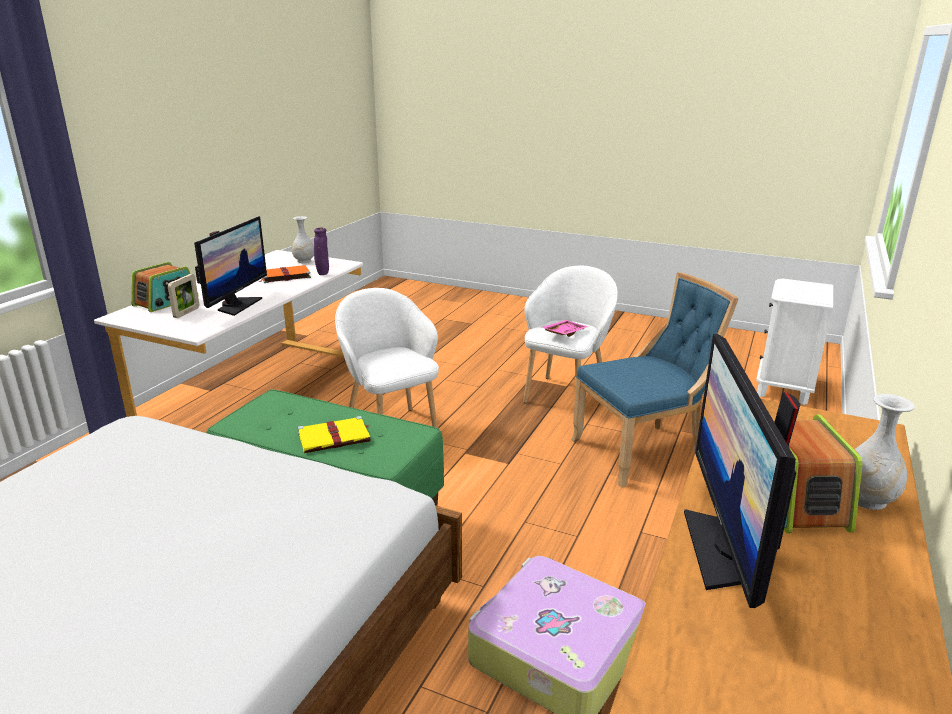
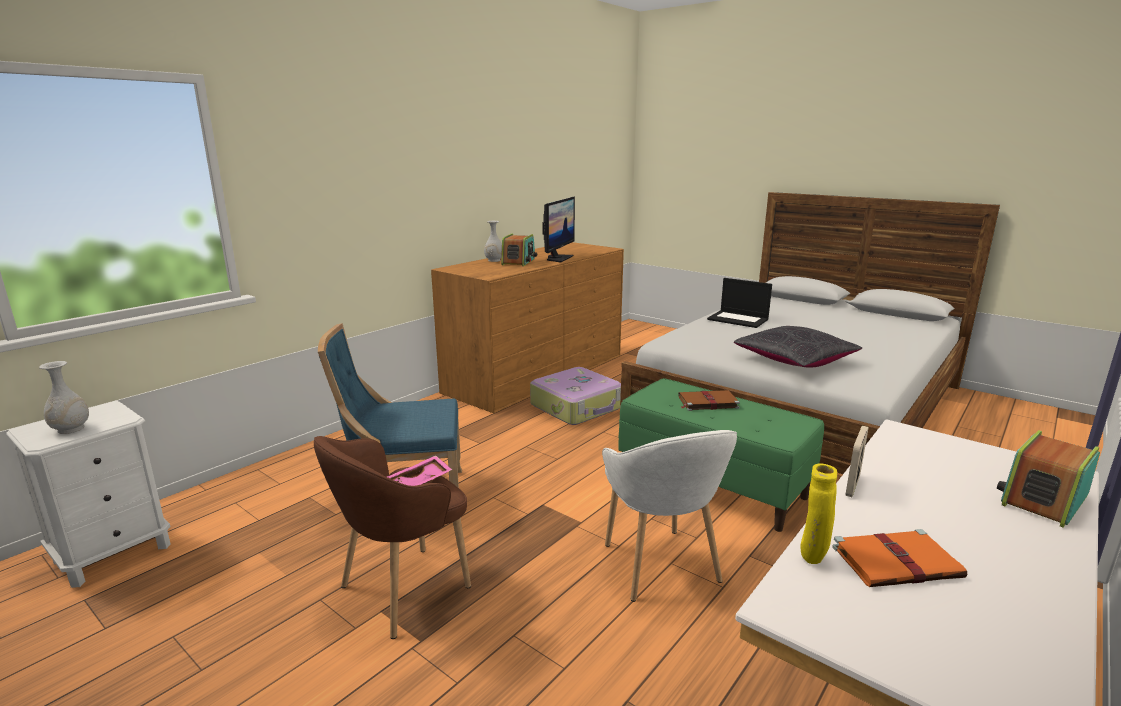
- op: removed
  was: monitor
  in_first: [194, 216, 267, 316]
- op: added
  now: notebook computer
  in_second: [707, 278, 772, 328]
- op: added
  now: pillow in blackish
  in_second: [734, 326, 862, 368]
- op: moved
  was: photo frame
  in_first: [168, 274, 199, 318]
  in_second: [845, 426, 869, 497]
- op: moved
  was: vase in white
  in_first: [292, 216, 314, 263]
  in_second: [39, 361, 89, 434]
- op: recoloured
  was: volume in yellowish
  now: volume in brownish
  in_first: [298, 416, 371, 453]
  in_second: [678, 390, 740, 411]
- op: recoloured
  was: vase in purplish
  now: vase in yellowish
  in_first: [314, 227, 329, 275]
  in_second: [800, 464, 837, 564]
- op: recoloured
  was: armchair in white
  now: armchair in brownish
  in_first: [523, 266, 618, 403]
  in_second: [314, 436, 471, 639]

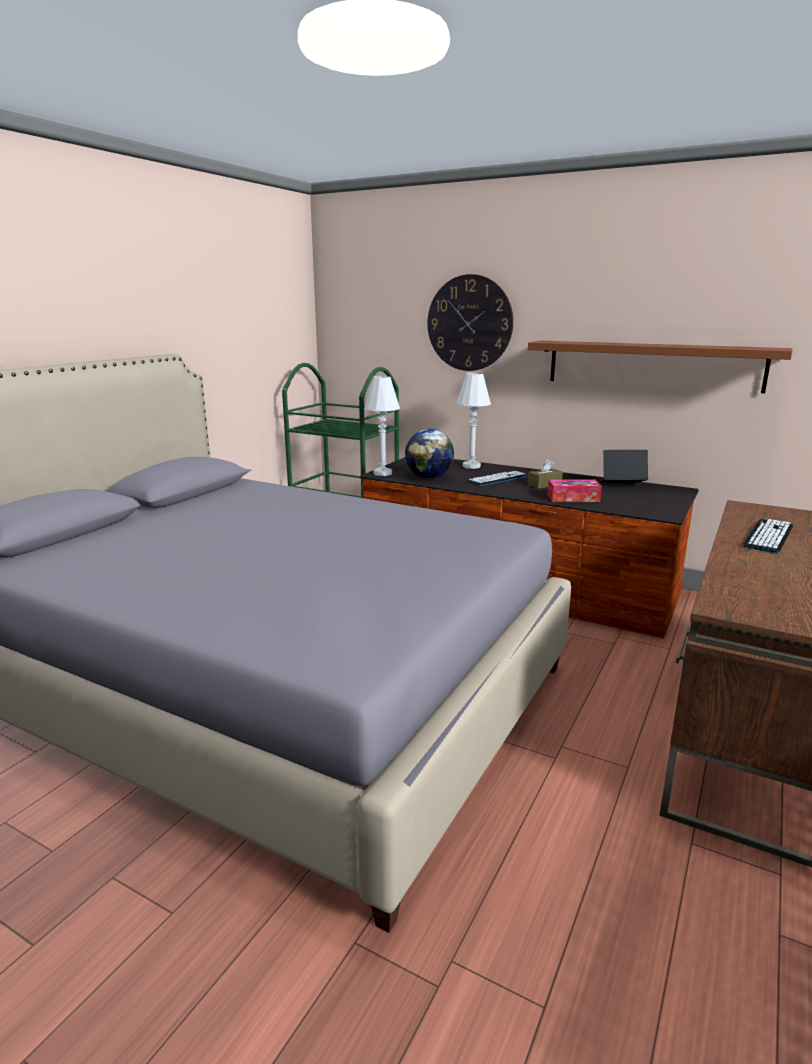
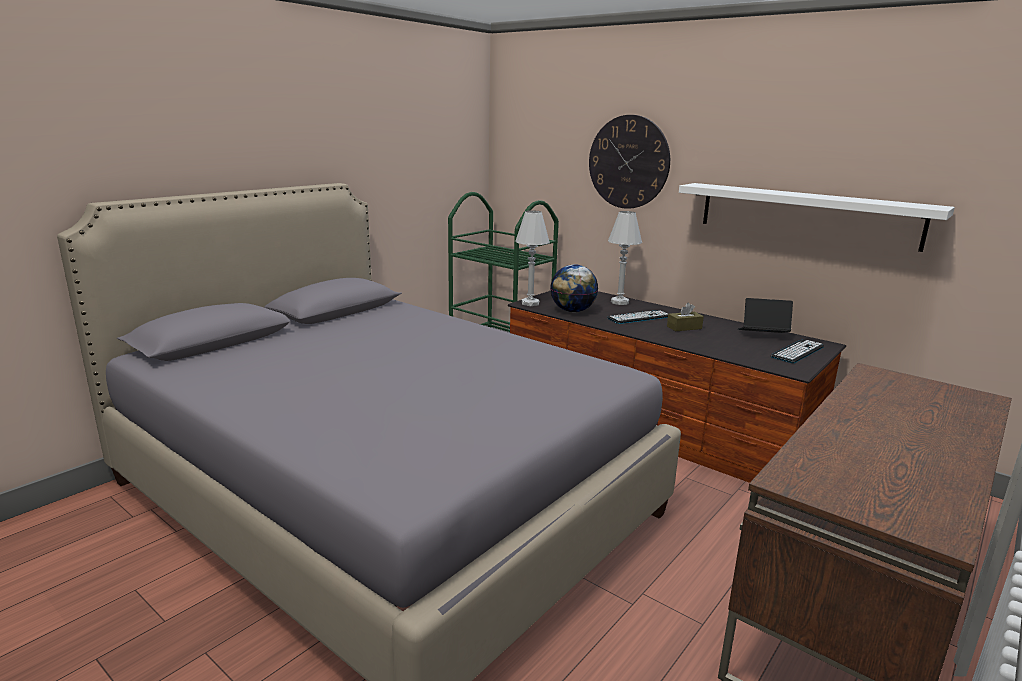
- op: removed
  was: tissue holder
  in_first: [548, 479, 602, 502]
- op: moved
  was: keyboard
  in_first: [743, 519, 793, 553]
  in_second: [770, 340, 824, 363]
- op: recoloured
  was: shelf in brownish
  now: shelf in white
  in_first: [528, 341, 792, 393]
  in_second: [679, 183, 955, 252]

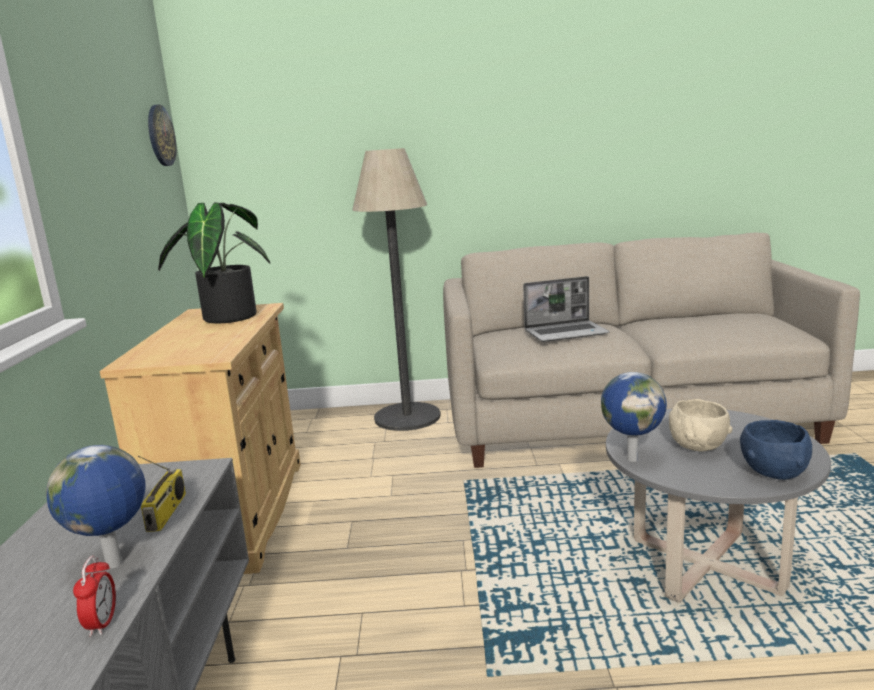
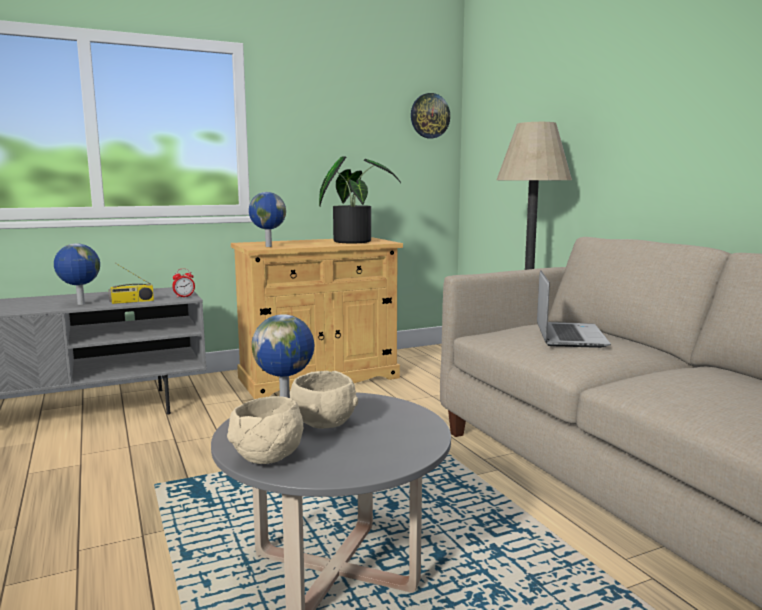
- op: added
  now: globe
  in_second: [249, 192, 286, 247]
- op: moved
  was: alarm clock
  in_first: [73, 556, 116, 637]
  in_second: [172, 269, 195, 298]
- op: recoloured
  was: serving bowl in bluish
  now: serving bowl in sand-coloured
  in_first: [740, 420, 812, 480]
  in_second: [227, 396, 303, 464]
- op: turned
  was: notebook computer
  in_first: [523, 276, 609, 342]
  in_second: [537, 270, 611, 348]
  clockwise: -135

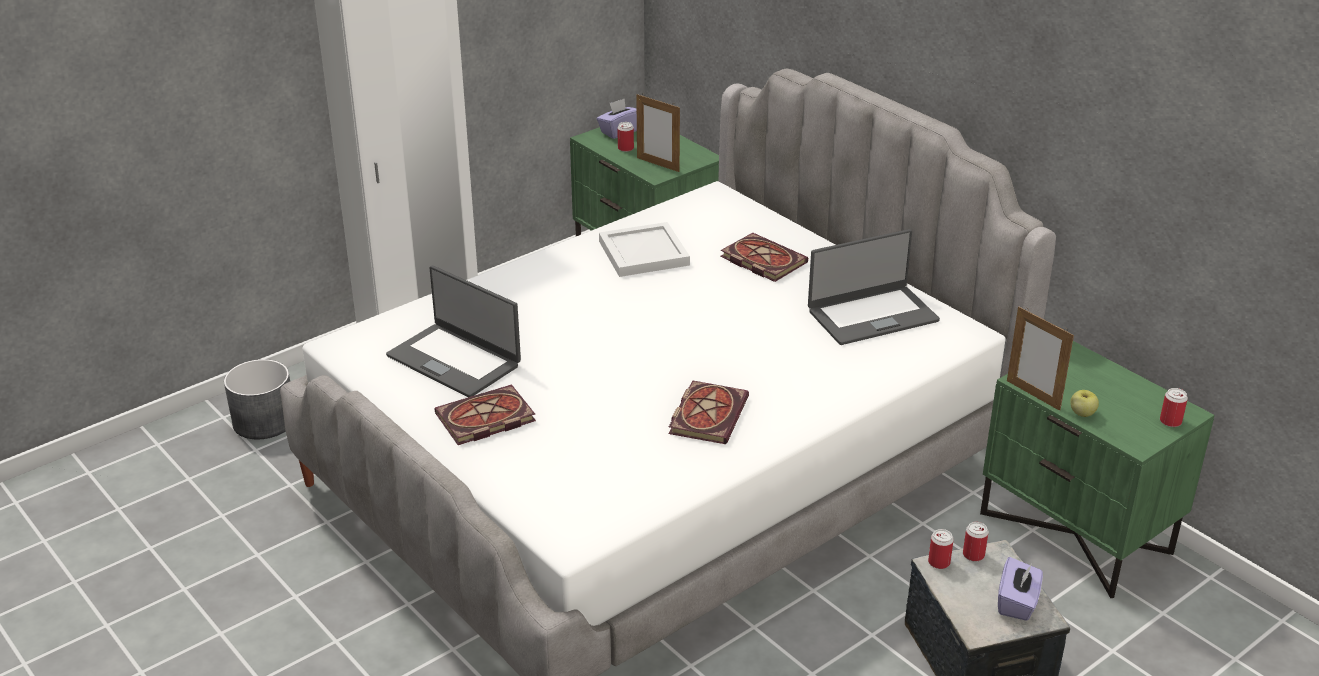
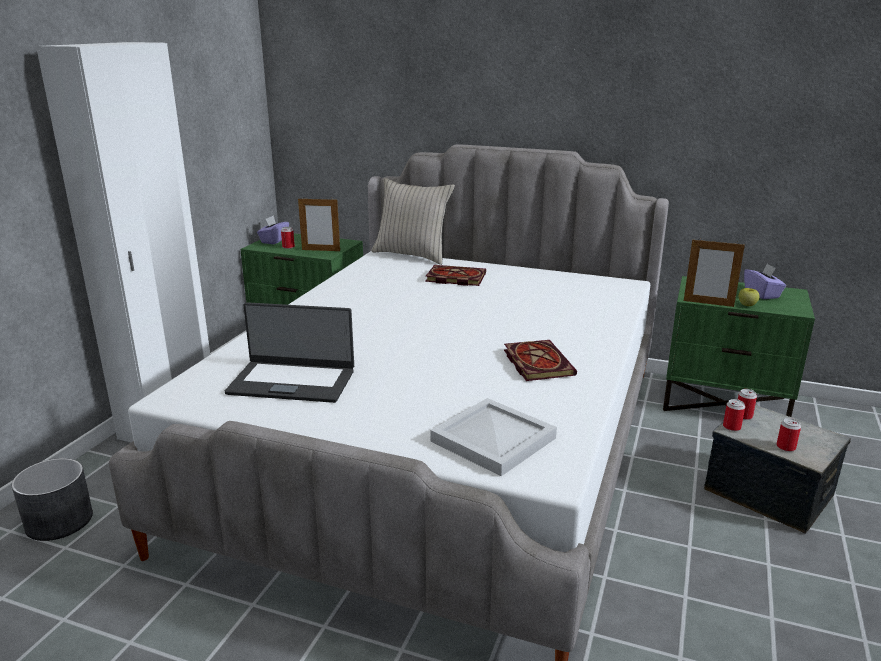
- op: removed
  was: volume
  in_first: [435, 384, 536, 445]
- op: removed
  was: notebook computer
  in_first: [808, 229, 940, 345]
- op: added
  now: pillow in sand-coloured
  in_second: [371, 178, 455, 265]
- op: moved
  was: tray in white
  in_first: [599, 222, 690, 277]
  in_second: [430, 398, 557, 476]
- op: moved
  was: tissue holder in purplish
  in_first: [998, 557, 1043, 621]
  in_second: [744, 263, 786, 299]
- op: moved
  was: metal can
  in_first: [1160, 388, 1188, 427]
  in_second: [776, 418, 801, 452]

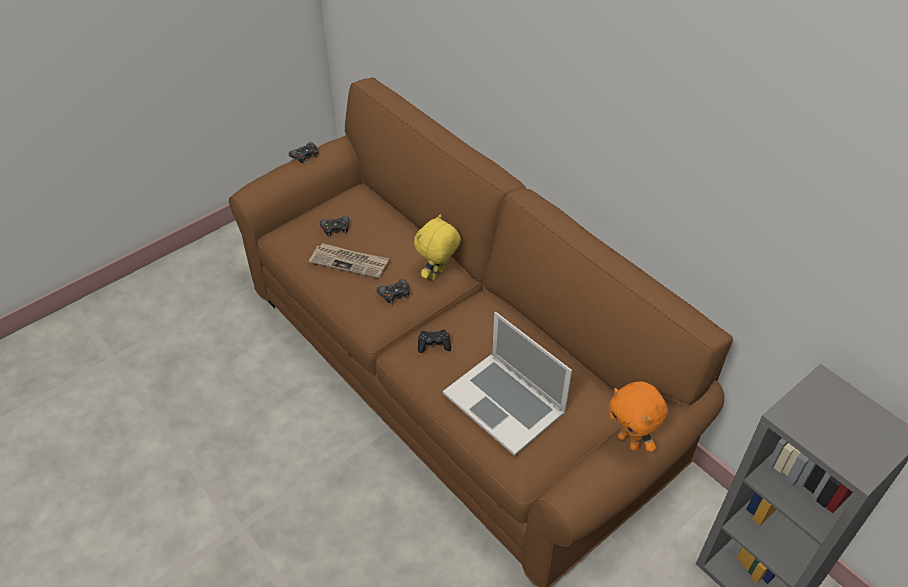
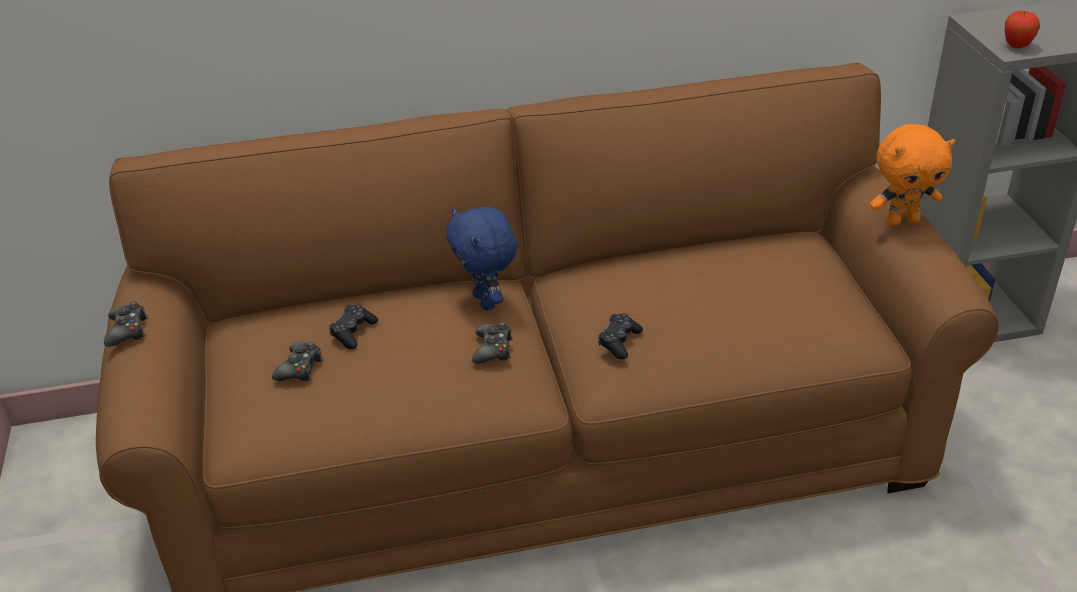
- op: removed
  was: newspaper
  in_first: [309, 243, 389, 279]
- op: removed
  was: notebook computer
  in_first: [443, 312, 572, 456]
- op: added
  now: joypad in blackish
  in_second: [329, 305, 378, 349]
- op: added
  now: apple fruit
  in_second: [1005, 11, 1040, 48]
- op: recoloured
  was: soft toy in yellowish
  now: soft toy in bluish
  in_first: [414, 214, 461, 280]
  in_second: [446, 207, 517, 310]

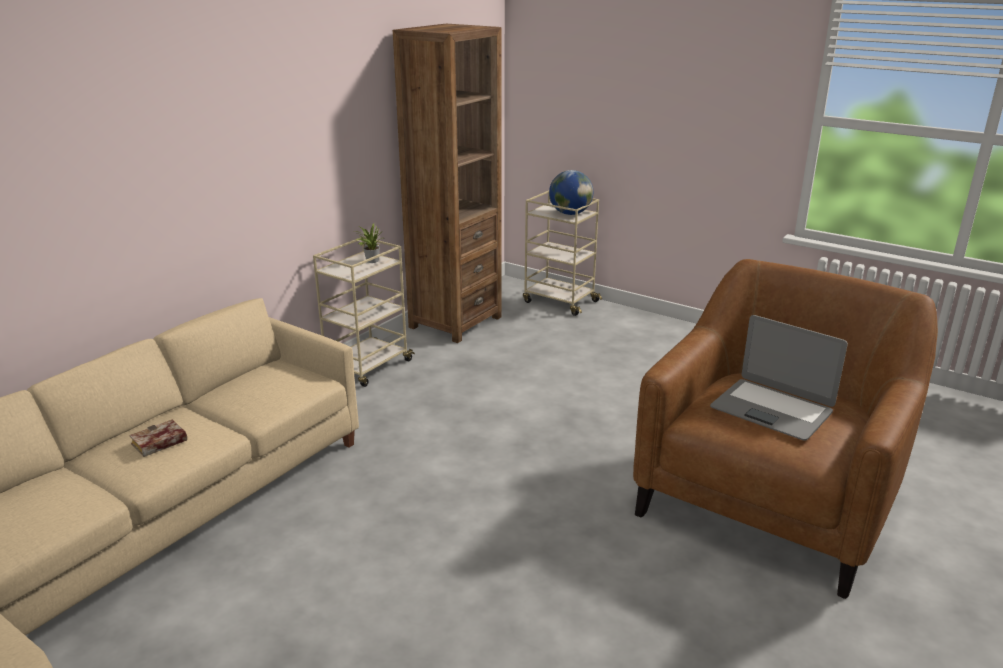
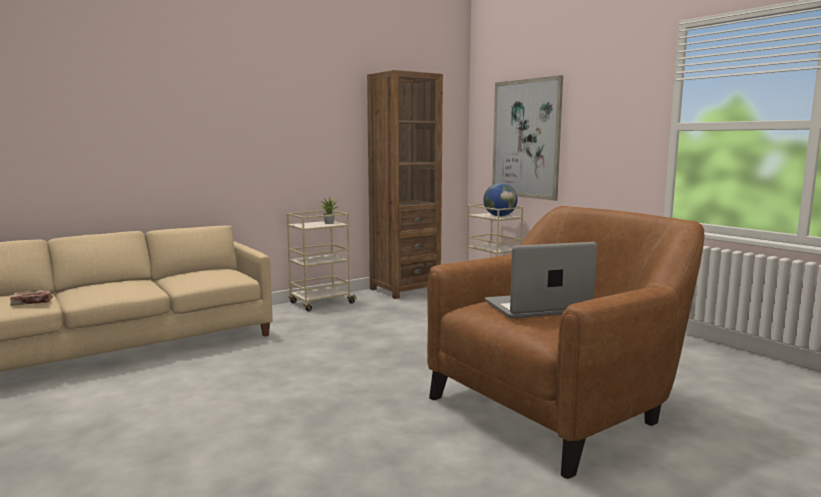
- op: added
  now: picture
  in_second: [492, 75, 563, 201]
- op: moved
  was: volume
  in_first: [129, 420, 187, 457]
  in_second: [10, 289, 53, 306]
- op: turned
  was: notebook computer
  in_first: [710, 315, 848, 441]
  in_second: [485, 242, 597, 318]
  clockwise: 105

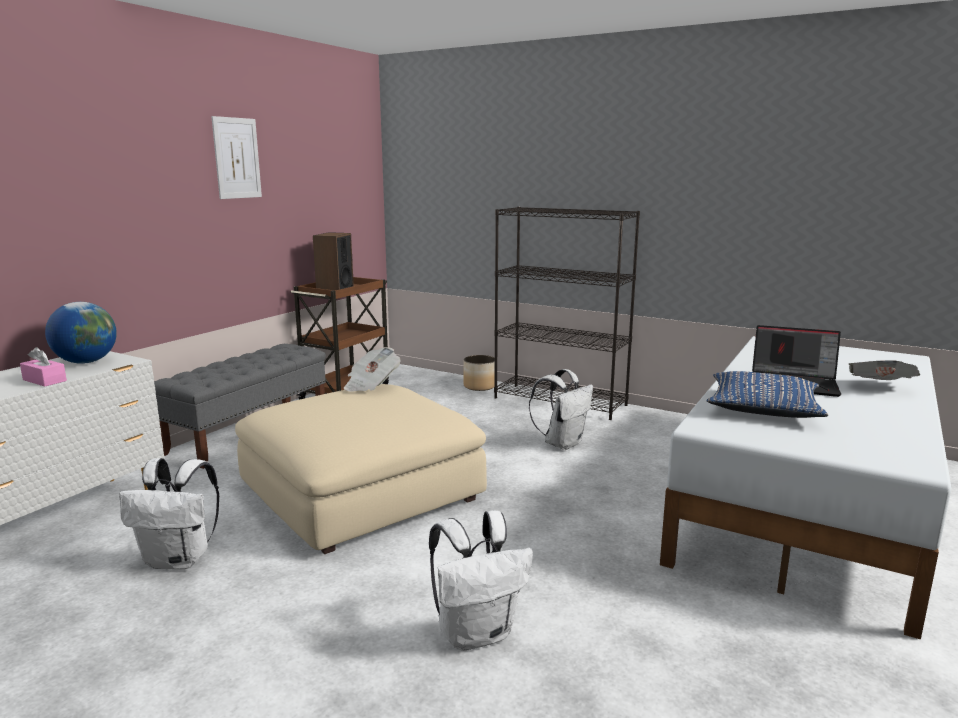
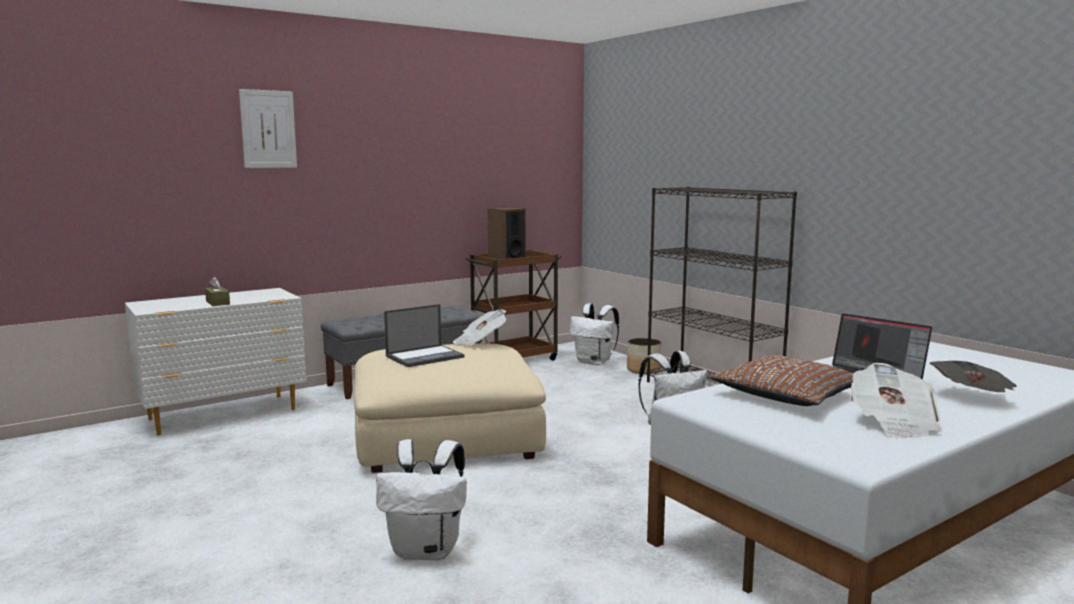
- op: removed
  was: globe
  in_first: [45, 302, 117, 364]
- op: added
  now: notebook computer
  in_second: [384, 304, 465, 367]
- op: added
  now: newspaper
  in_second: [850, 363, 941, 439]
- op: moved
  was: backpack in white
  in_first: [119, 458, 219, 570]
  in_second: [570, 303, 619, 365]
- op: moved
  was: picture
  in_first: [211, 116, 262, 199]
  in_second: [239, 89, 297, 168]
- op: recoloured
  was: tissue holder in pinkish
  now: tissue holder in brownish
  in_first: [20, 347, 67, 387]
  in_second: [205, 277, 230, 306]
- op: recoloured
  was: pillow in bluish
  now: pillow in brownish
  in_first: [707, 371, 828, 418]
  in_second: [709, 355, 854, 406]

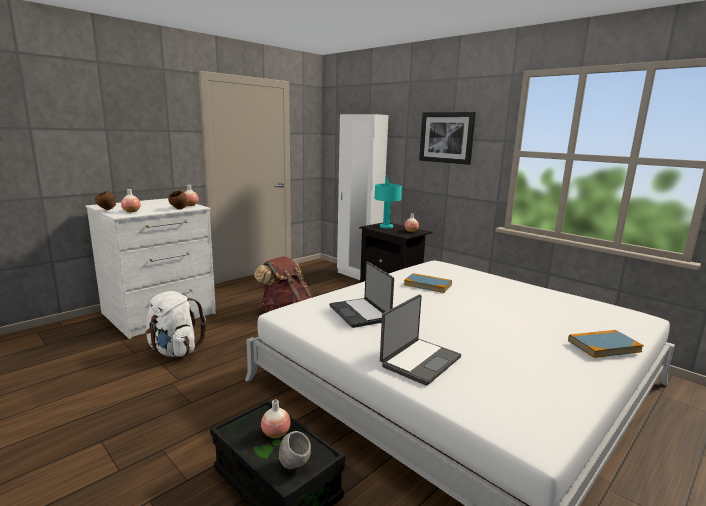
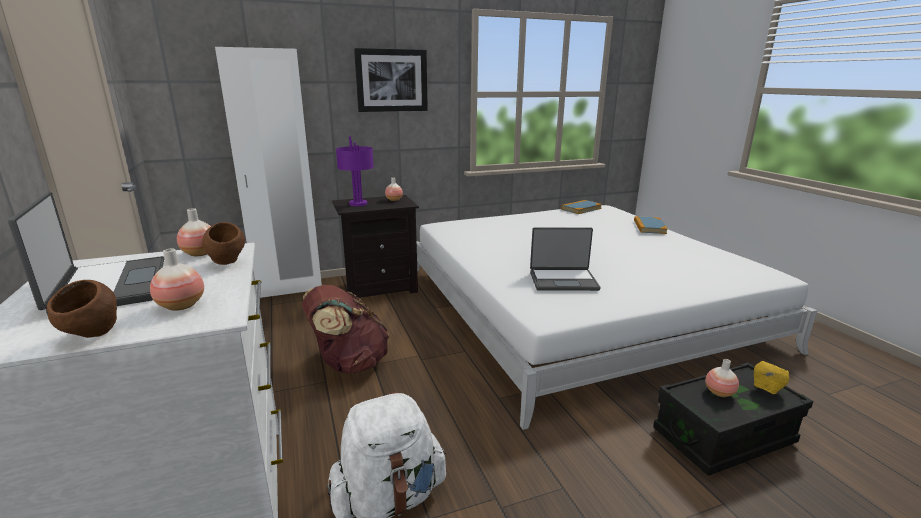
- op: moved
  was: notebook computer
  in_first: [380, 294, 461, 386]
  in_second: [8, 192, 164, 316]
- op: moved
  was: volume
  in_first: [404, 273, 452, 293]
  in_second: [561, 200, 602, 214]
- op: recoloured
  was: serving bowl in gray
  now: serving bowl in yellowish
  in_first: [279, 431, 311, 469]
  in_second: [754, 361, 789, 394]
- op: recoloured
  was: table lamp in turquoise-coloured
  now: table lamp in purplish
  in_first: [374, 176, 402, 228]
  in_second: [336, 136, 374, 206]

